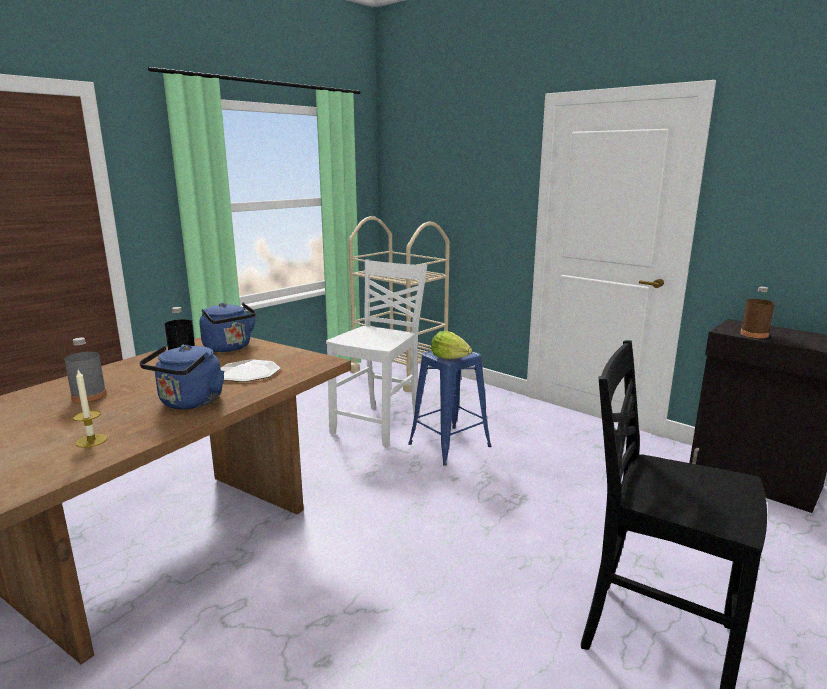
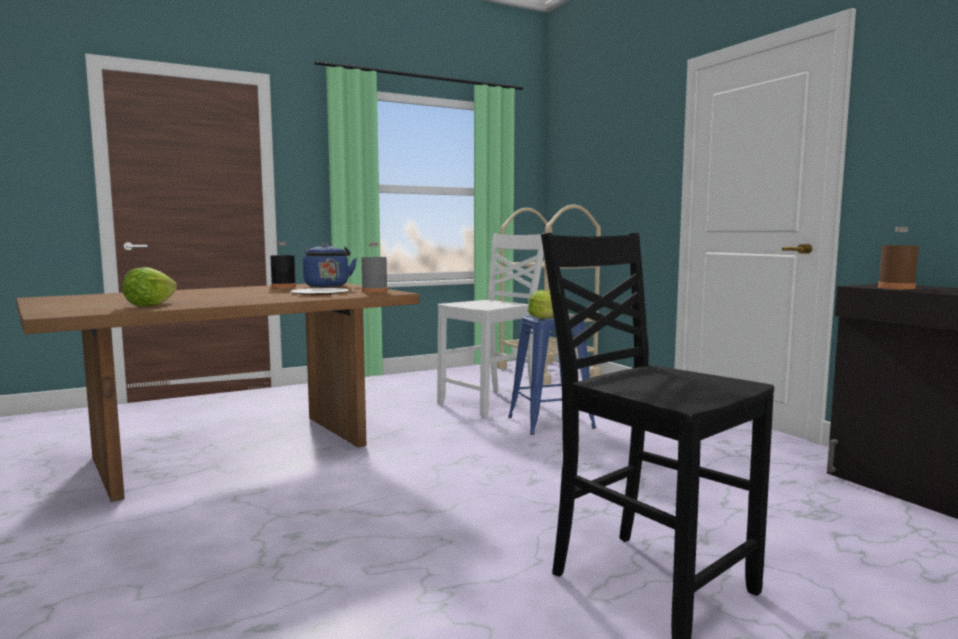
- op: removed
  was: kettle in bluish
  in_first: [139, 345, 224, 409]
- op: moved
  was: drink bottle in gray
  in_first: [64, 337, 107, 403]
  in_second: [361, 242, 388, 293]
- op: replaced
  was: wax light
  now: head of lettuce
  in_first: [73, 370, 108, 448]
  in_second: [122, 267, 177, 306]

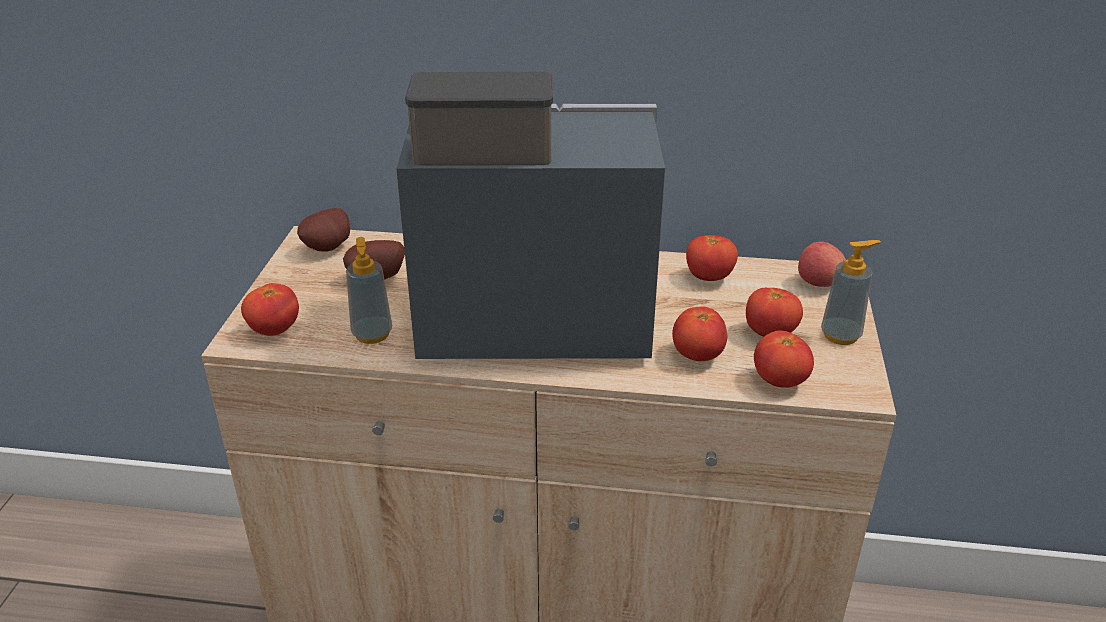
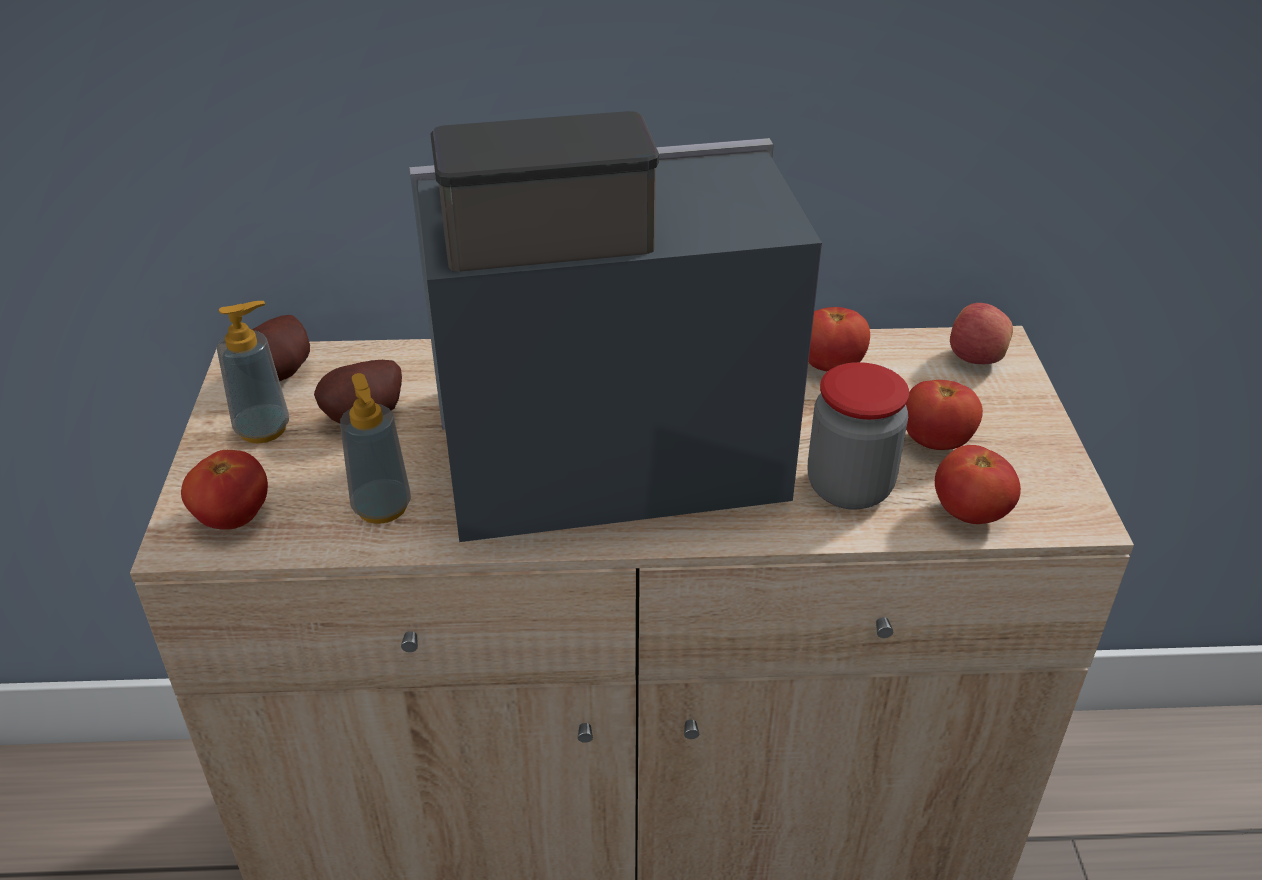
- op: moved
  was: liquid soap bottle
  in_first: [821, 240, 881, 345]
  in_second: [217, 301, 289, 444]
- op: replaced
  was: tomato
  now: storage jar
  in_first: [672, 306, 727, 361]
  in_second: [808, 362, 909, 510]

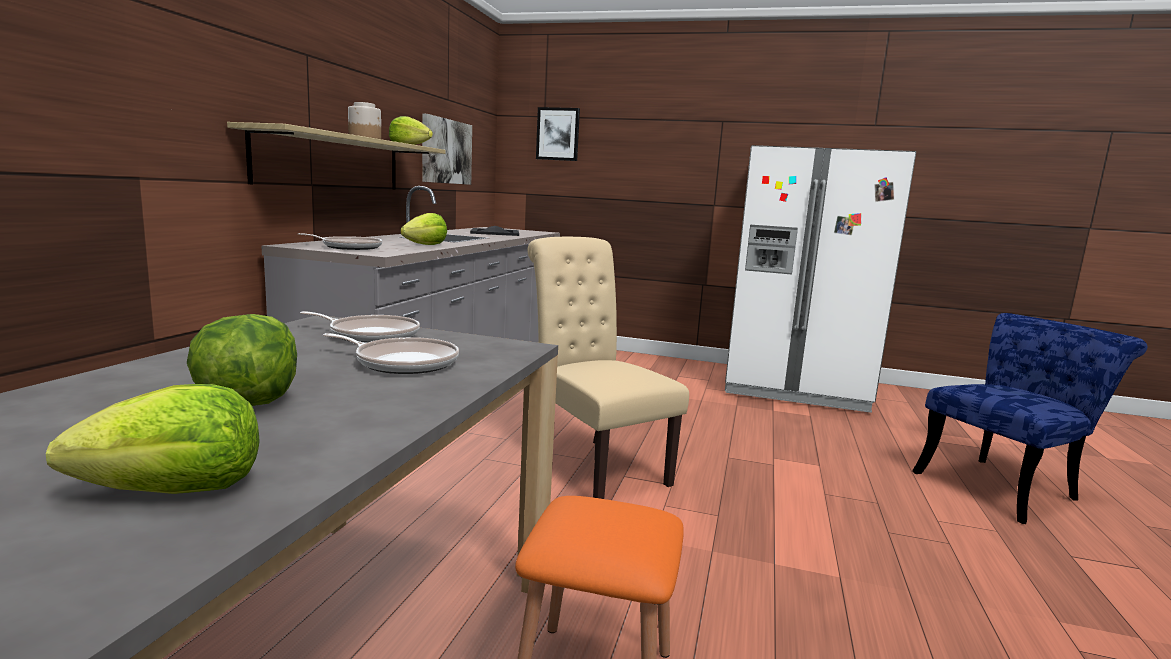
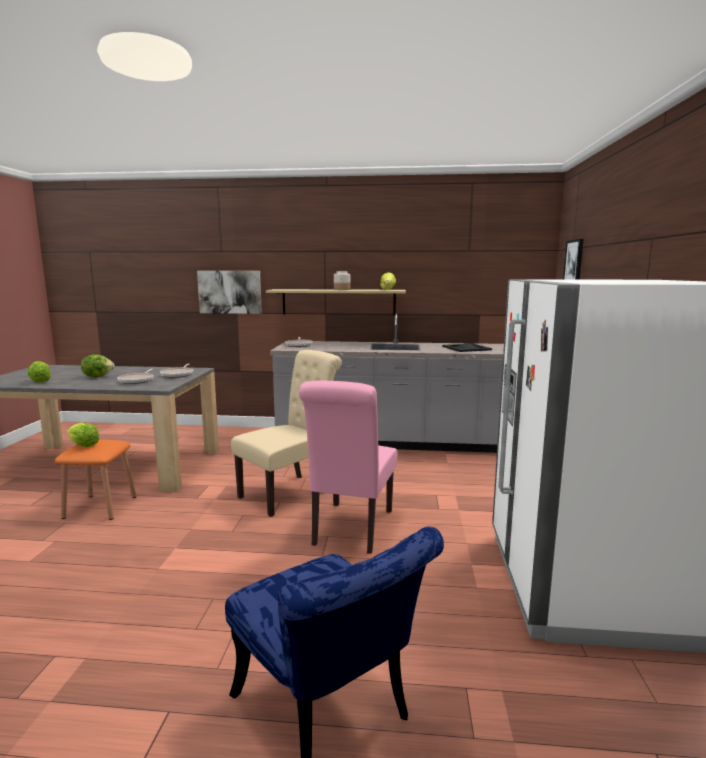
- op: added
  now: chair in pinkish
  in_second: [299, 381, 397, 554]
- op: moved
  was: head of lettuce
  in_first: [400, 213, 447, 245]
  in_second: [67, 423, 99, 447]
- op: moved
  was: picture
  in_first: [422, 114, 472, 185]
  in_second: [197, 271, 262, 314]

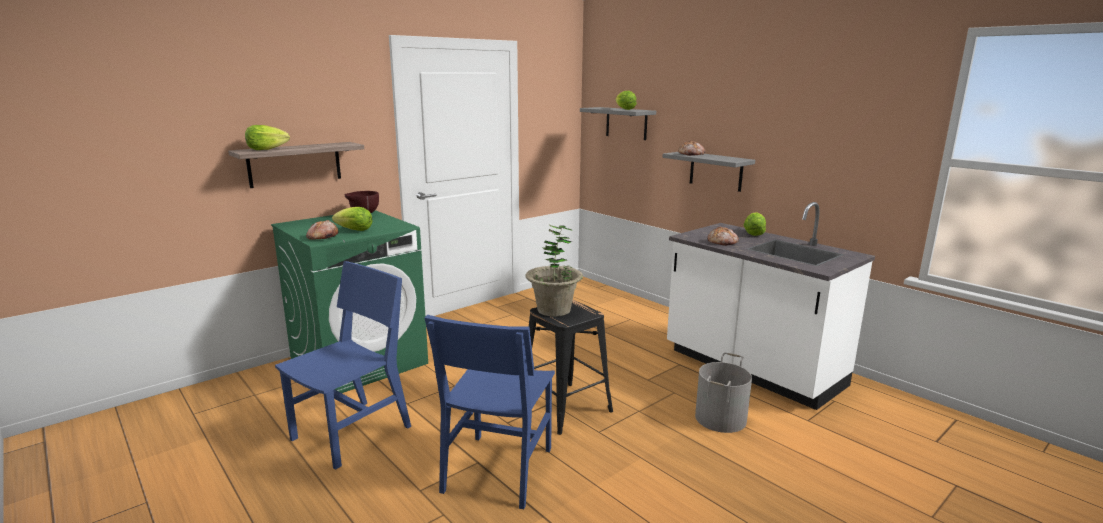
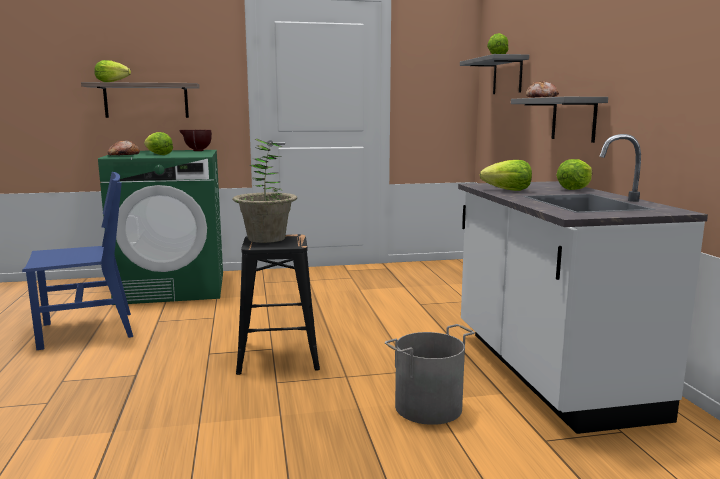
- op: removed
  was: chair in bluish
  in_first: [424, 315, 555, 509]
- op: replaced
  was: bakery bread
  now: head of lettuce
  in_first: [707, 226, 739, 246]
  in_second: [480, 160, 532, 191]

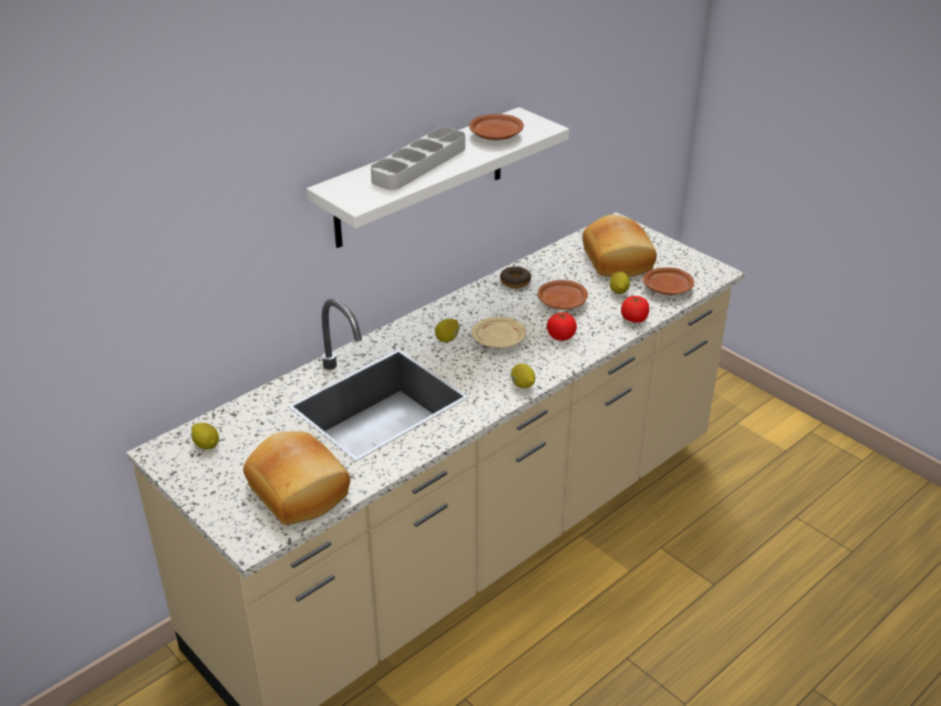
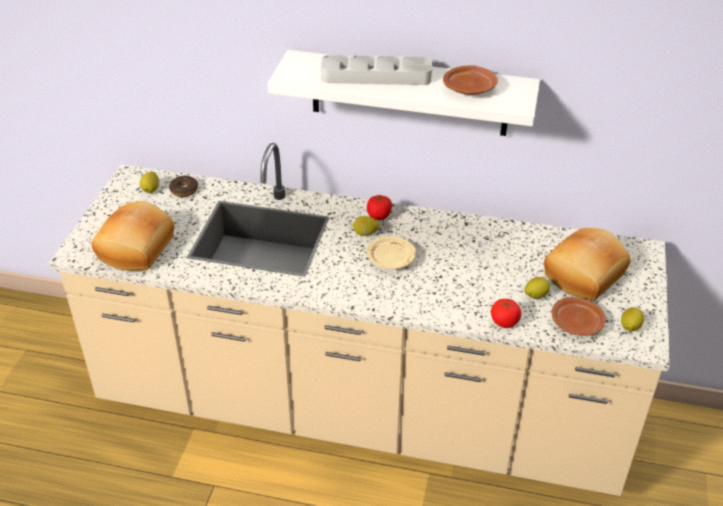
- op: removed
  was: flat dish in brownish
  in_first: [538, 280, 588, 310]
- op: moved
  was: donut
  in_first: [500, 266, 531, 288]
  in_second: [169, 176, 198, 197]
- op: moved
  was: lemon
  in_first: [511, 364, 535, 388]
  in_second: [621, 307, 644, 331]
- op: moved
  was: tomato
  in_first: [547, 312, 577, 341]
  in_second: [367, 194, 392, 220]

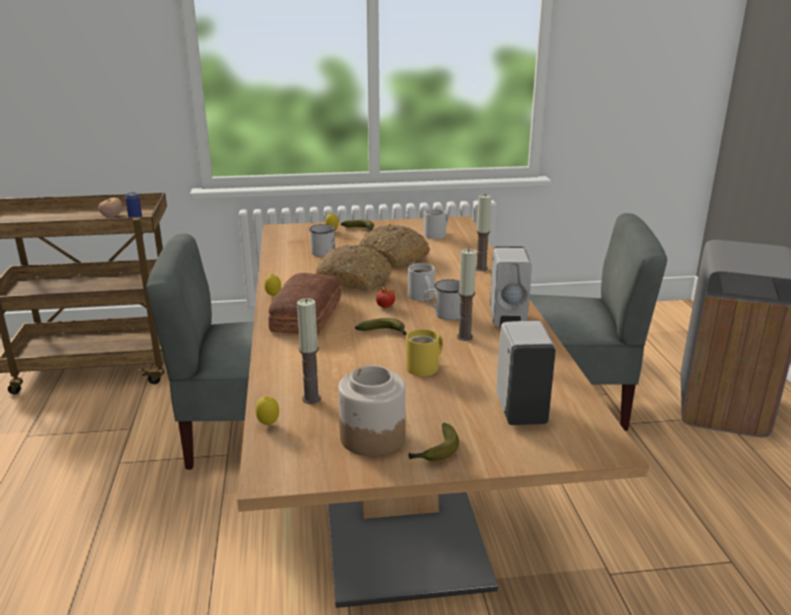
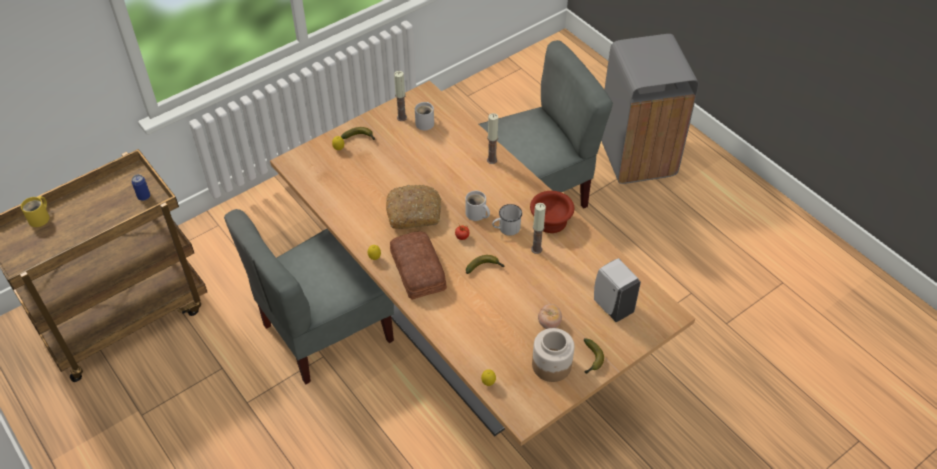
- op: removed
  was: coffee mug in white
  in_first: [309, 224, 335, 257]
- op: removed
  was: bakery bread
  in_first: [359, 224, 430, 267]
- op: moved
  was: tomato
  in_first: [99, 198, 123, 217]
  in_second: [538, 304, 562, 329]
- op: moved
  was: wax light
  in_first: [297, 299, 321, 404]
  in_second: [394, 71, 407, 121]
- op: moved
  was: coffee mug in yellowish
  in_first: [406, 329, 443, 376]
  in_second: [21, 196, 49, 227]
- op: replaced
  was: liquid soap bottle in white
  now: serving bowl in brownish
  in_first: [490, 246, 532, 329]
  in_second: [530, 191, 574, 233]

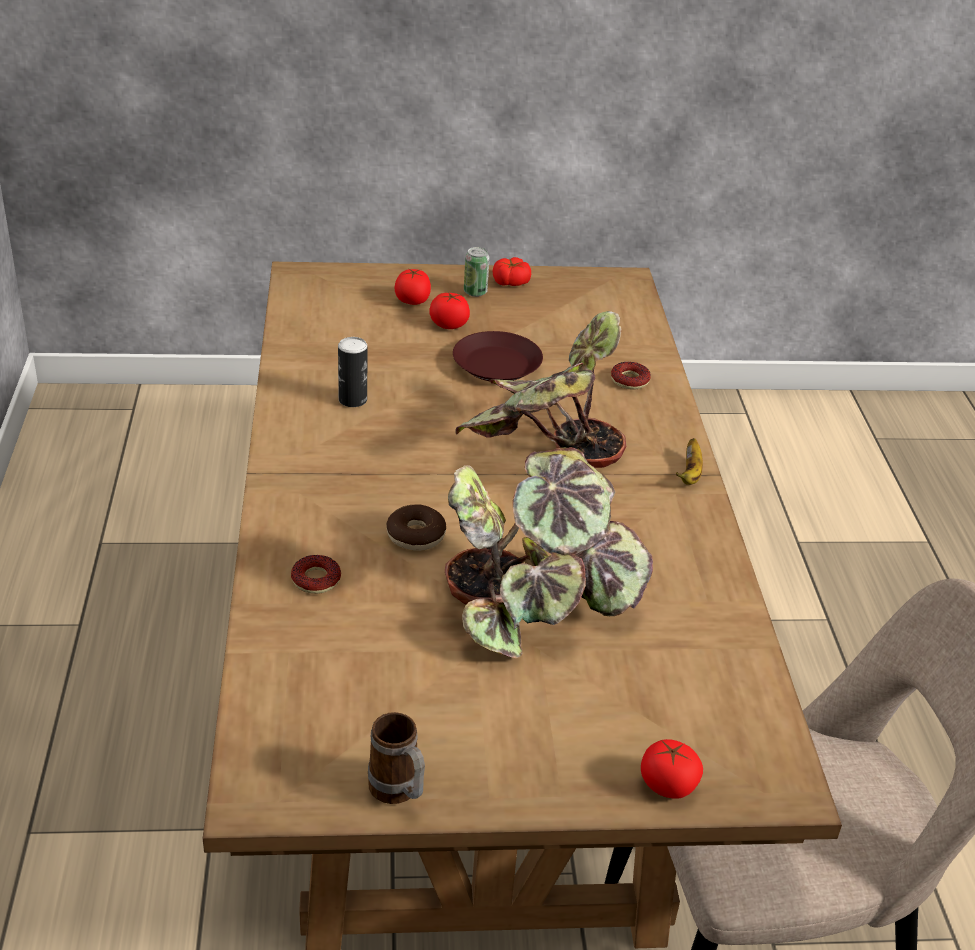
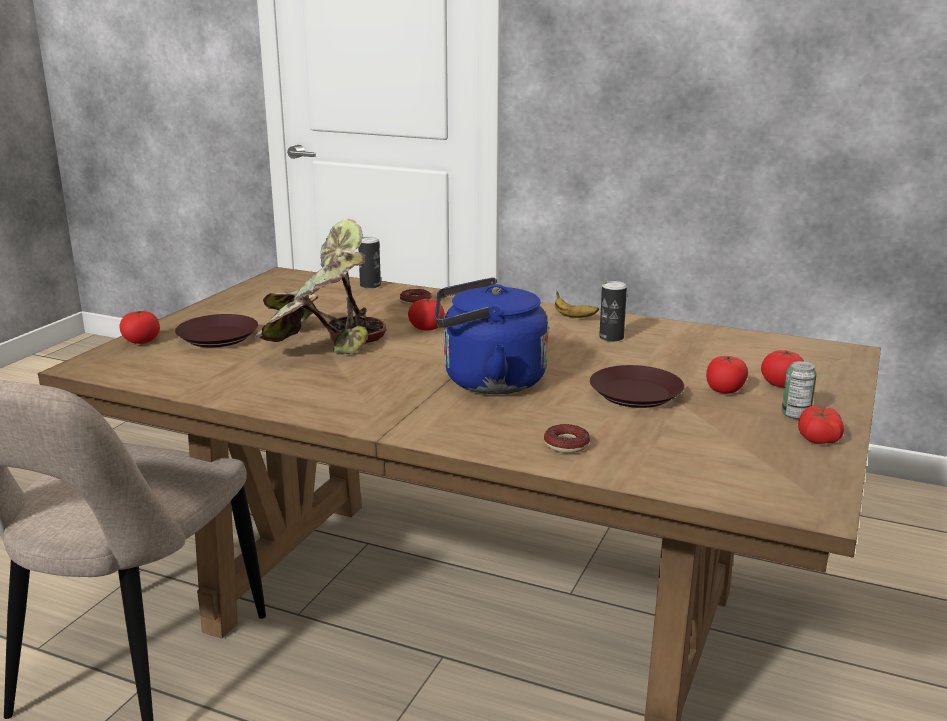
- op: removed
  was: coffee mug
  in_first: [368, 712, 425, 804]
- op: added
  now: flat dish in brownish
  in_second: [175, 314, 258, 347]
- op: added
  now: metal can
  in_second: [358, 237, 381, 289]
- op: moved
  was: whole banana
  in_first: [676, 438, 703, 485]
  in_second: [555, 291, 599, 318]
- op: replaced
  was: donut
  now: tomato
  in_first: [386, 504, 446, 551]
  in_second: [408, 299, 445, 331]
- op: replaced
  was: houseplant
  now: kettle in bluish
  in_first: [455, 311, 627, 468]
  in_second: [435, 277, 549, 394]

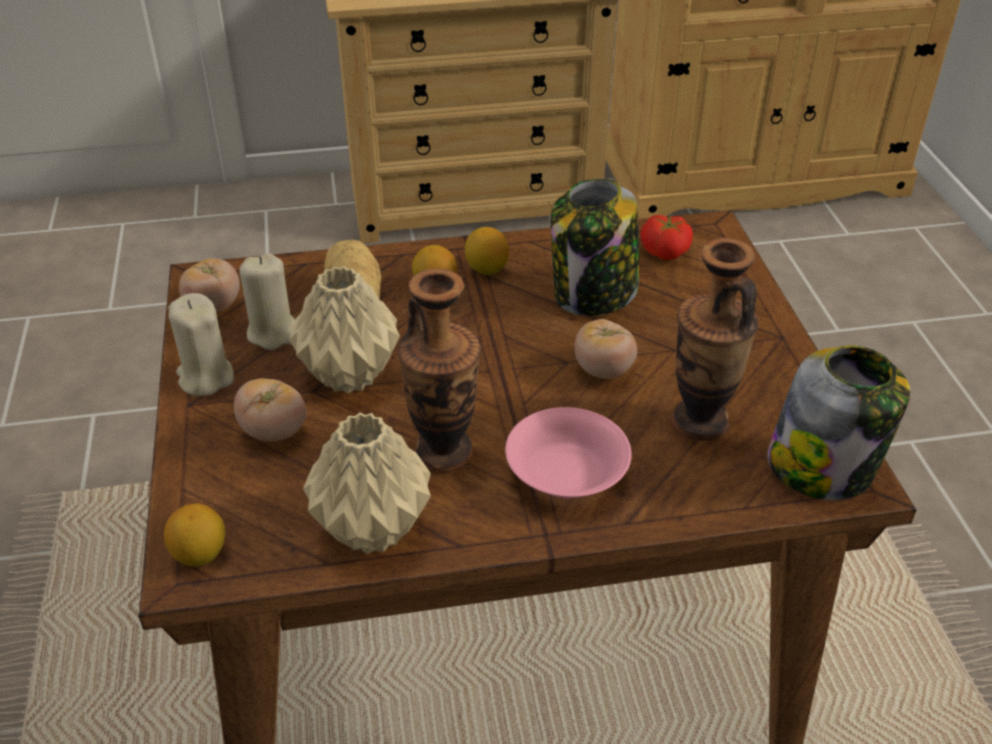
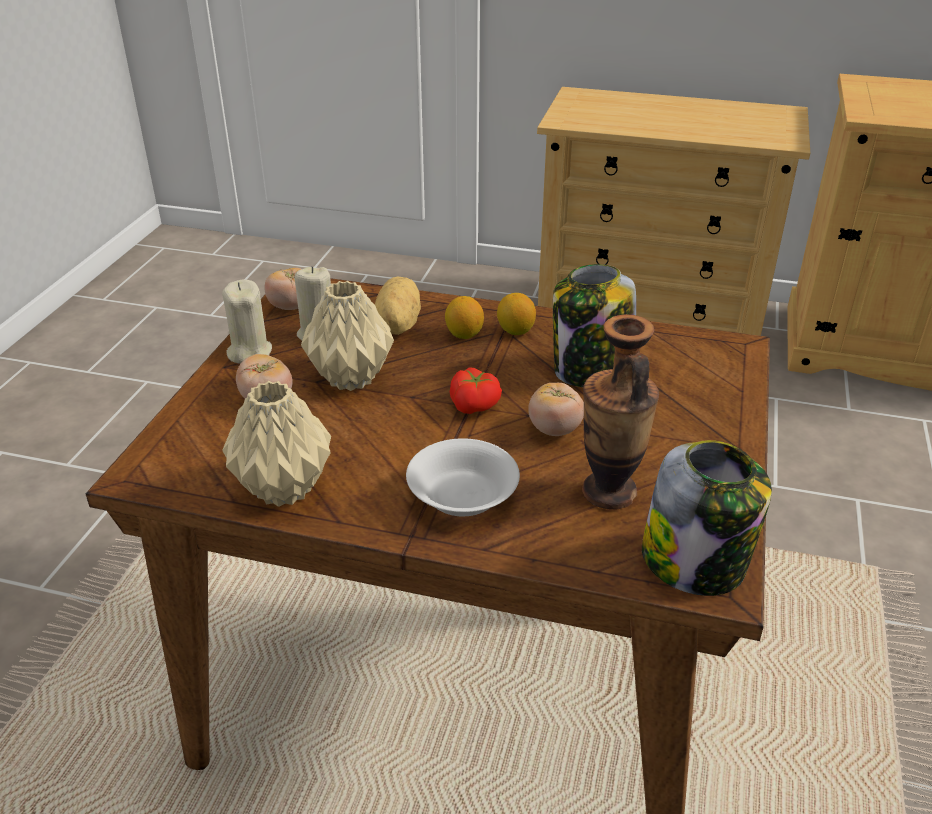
- op: removed
  was: lemon
  in_first: [164, 503, 225, 567]
- op: removed
  was: vase
  in_first: [398, 268, 481, 472]
- op: moved
  was: tomato
  in_first: [640, 215, 693, 260]
  in_second: [450, 367, 502, 414]
- op: recoloured
  was: serving bowl in pinkish
  now: serving bowl in white
  in_first: [505, 407, 632, 499]
  in_second: [406, 438, 520, 516]

